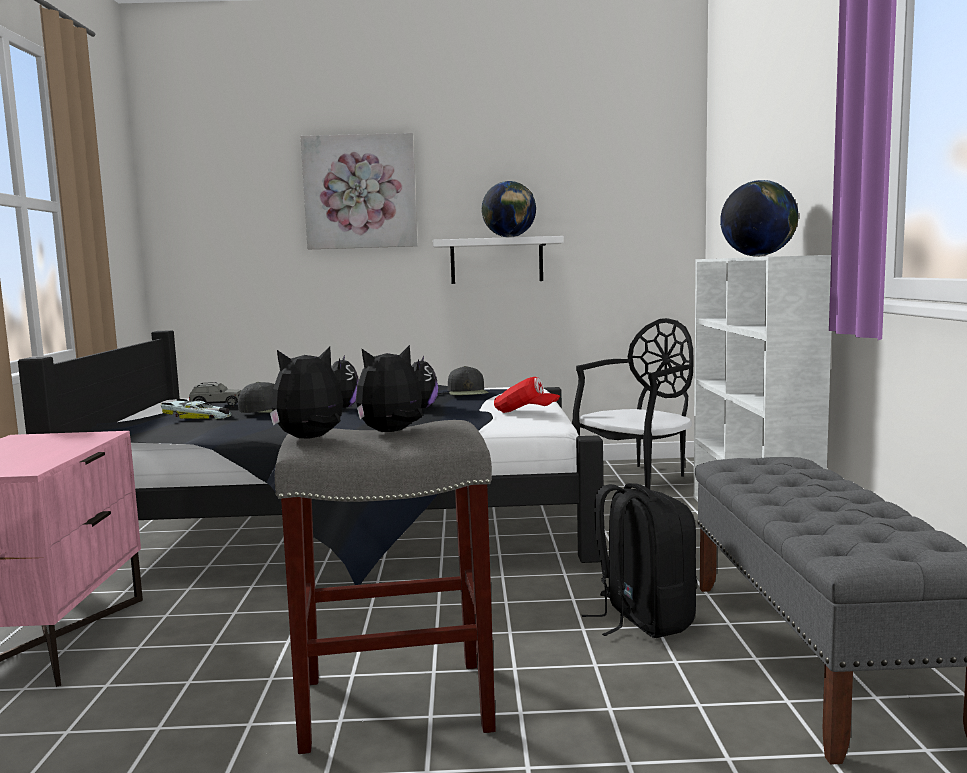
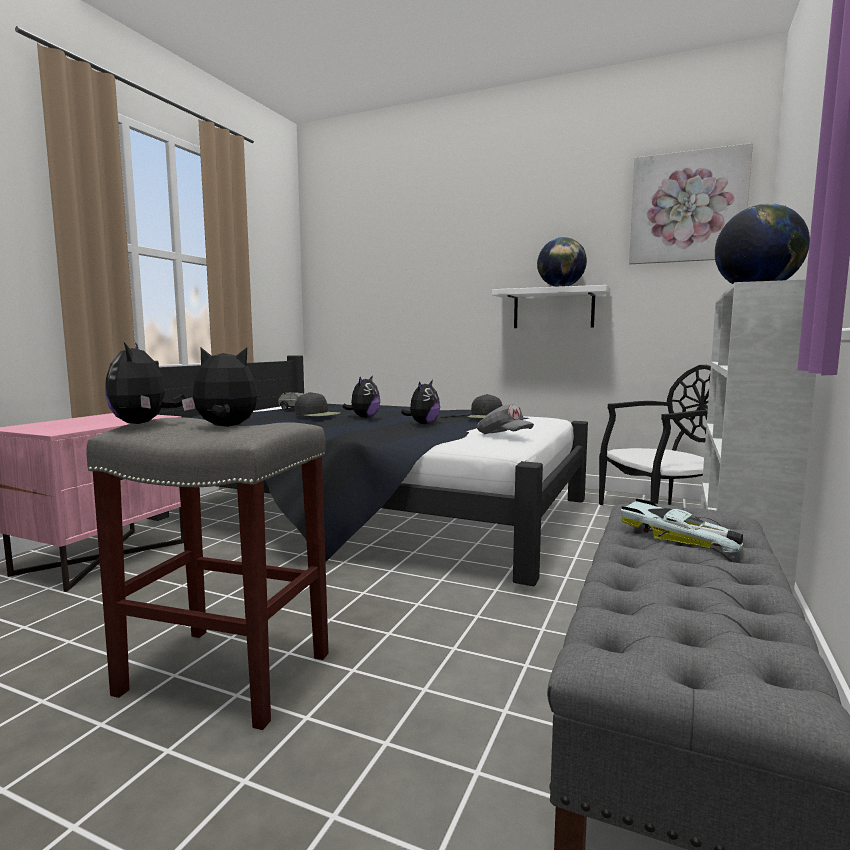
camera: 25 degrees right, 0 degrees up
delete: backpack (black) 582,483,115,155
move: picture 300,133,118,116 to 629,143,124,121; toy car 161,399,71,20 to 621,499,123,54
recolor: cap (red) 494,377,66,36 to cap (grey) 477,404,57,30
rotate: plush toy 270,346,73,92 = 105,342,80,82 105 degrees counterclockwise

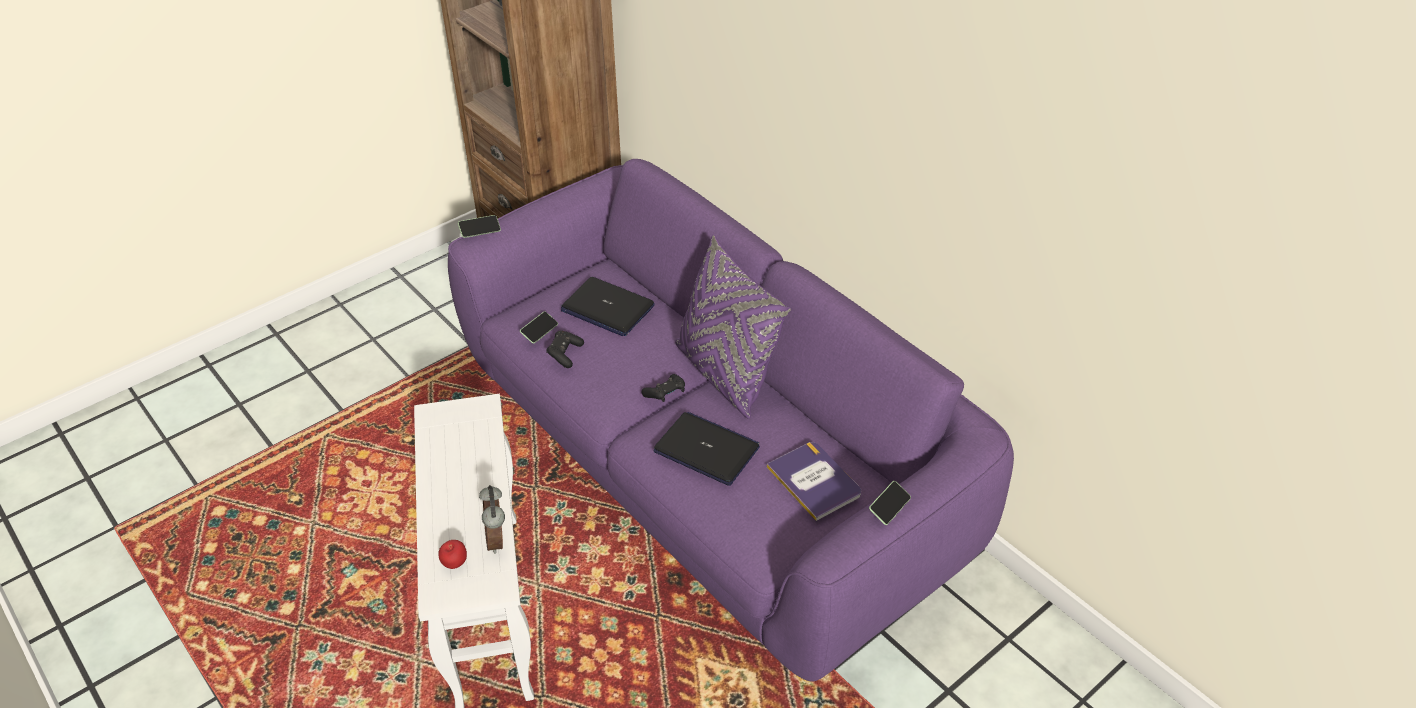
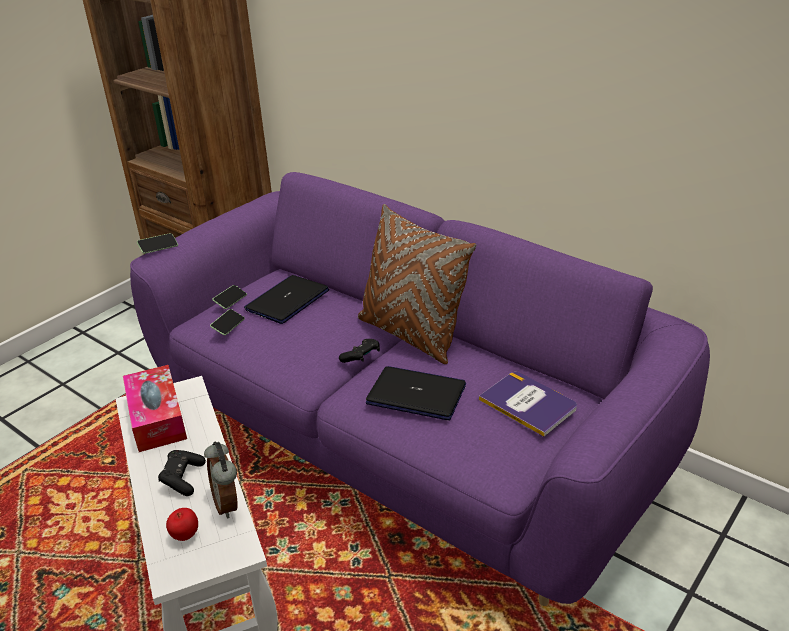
camera: 10 degrees left, 10 degrees down
insert: tissue box 123,365,64,87
move: game controller (black) 546,330,38,38 to 158,450,48,46; phone 869,481,42,44 to 212,285,35,24
recolor: pillow (purple) 675,235,116,183 to pillow (brown) 358,204,118,160
rotate: laptop 561,277,94,59 = 244,275,85,49 105 degrees clockwise

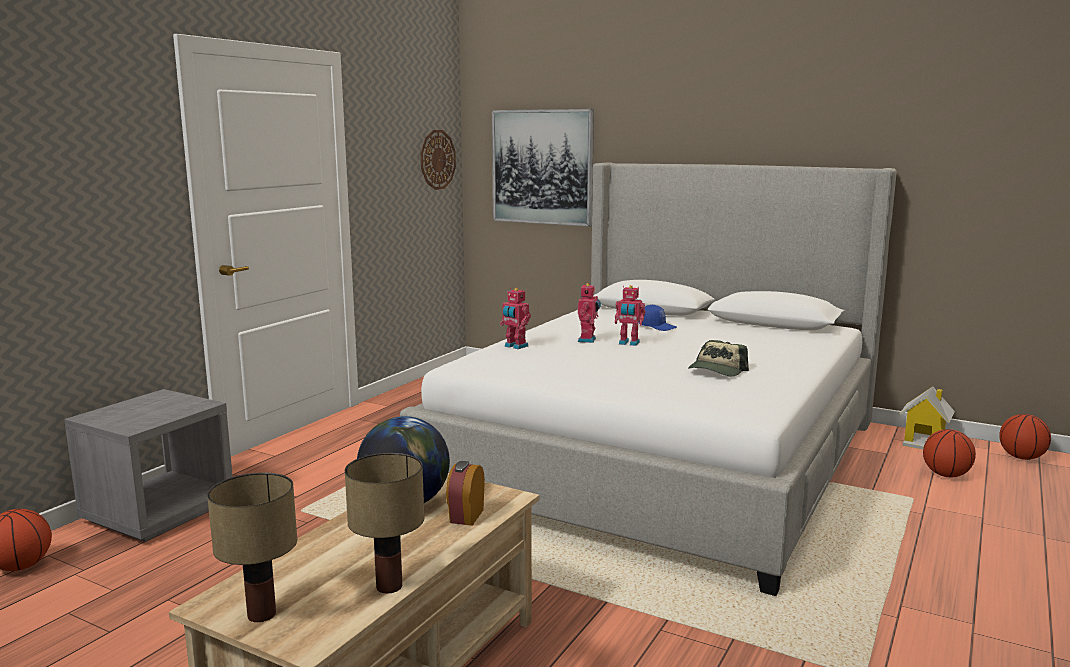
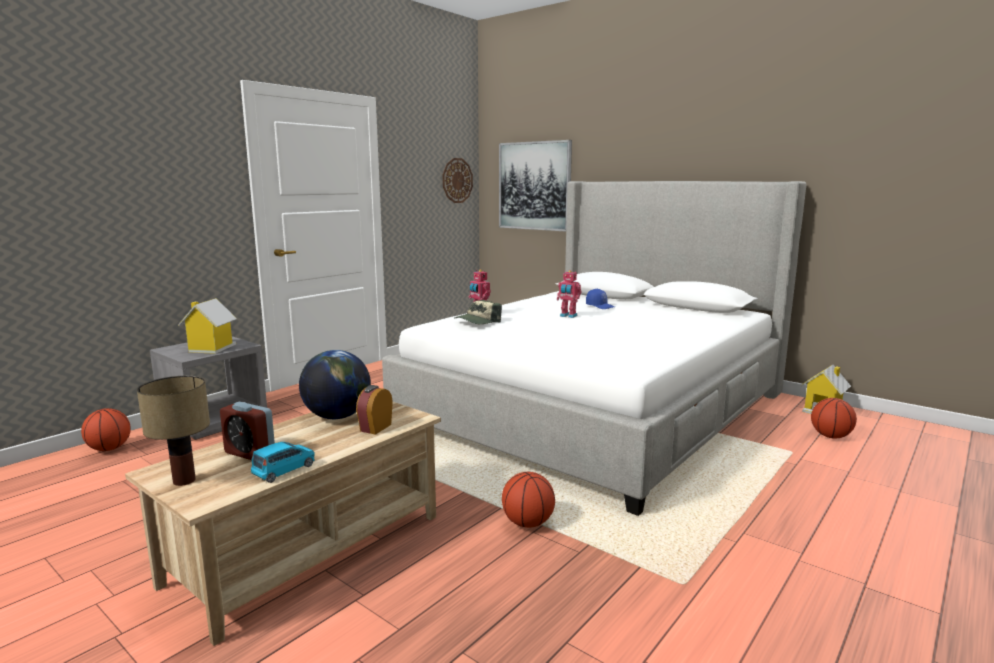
camera: 10 degrees right, 0 degrees up
delete: toy robot 578,283,23,60
insert: toy house 178,298,59,56; alarm clock 220,402,55,58
move: cap 688,340,61,36 to 455,300,47,24; basketball 999,414,52,46 to 502,472,53,56
replace: table lamp 345,453,79,140 to toy car (blue) 251,442,64,41

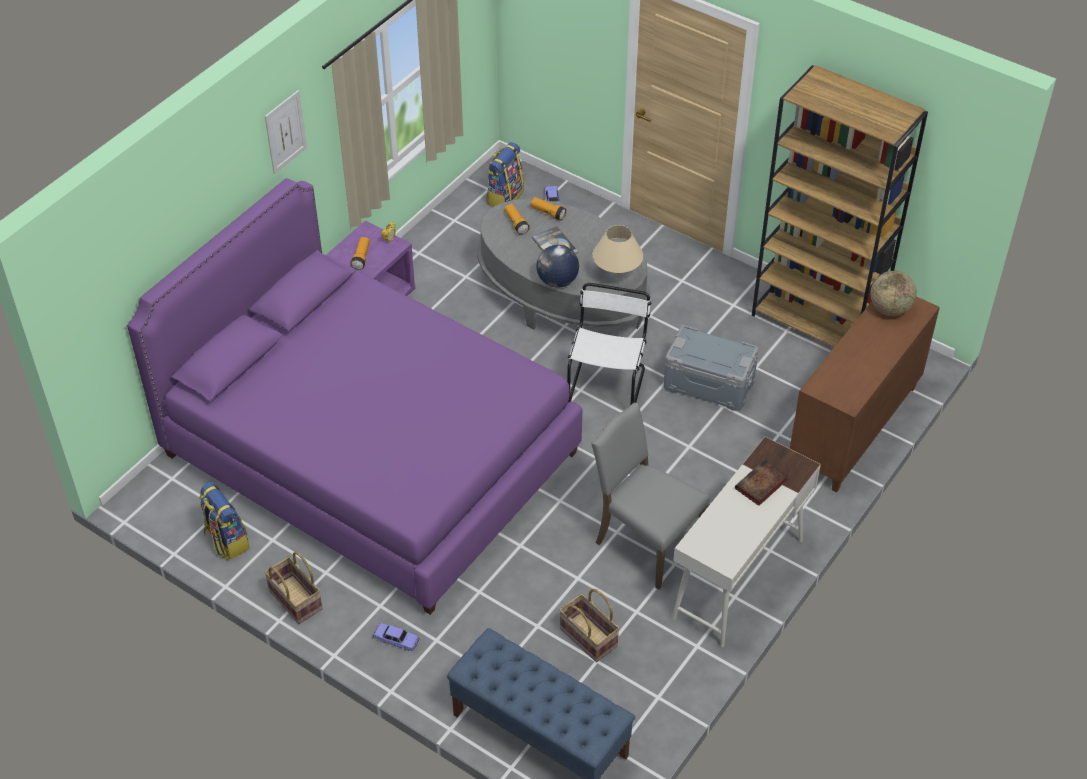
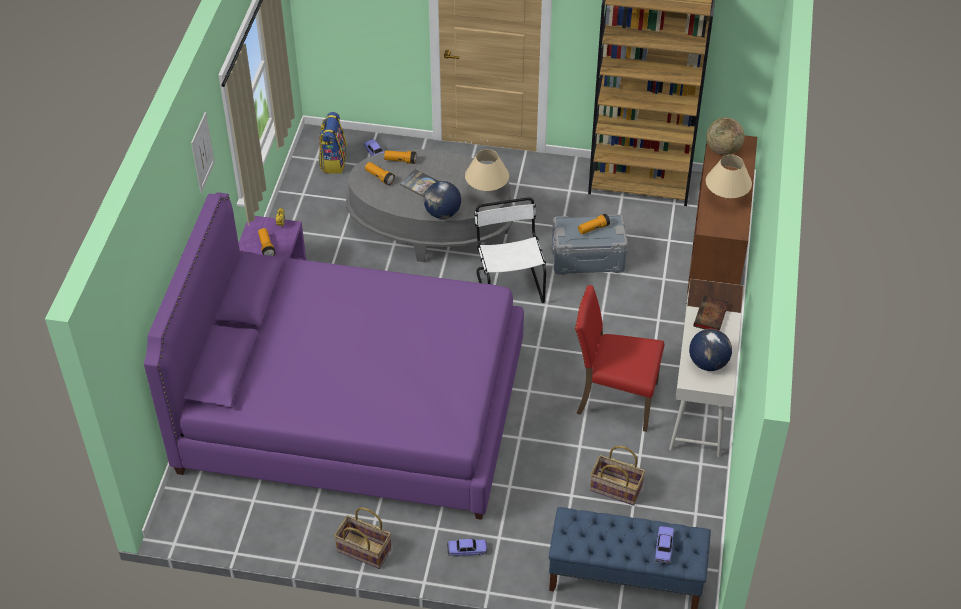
camera: 25 degrees left, 0 degrees up
delete: backpack 199,482,51,78
insert: table lamp (beige) 706,155,46,46; flashlight 578,214,32,20; globe 689,329,43,42; toy car 654,526,20,38
recolor: chair (grey) 591,403,119,187 to chair (red) 575,285,89,147

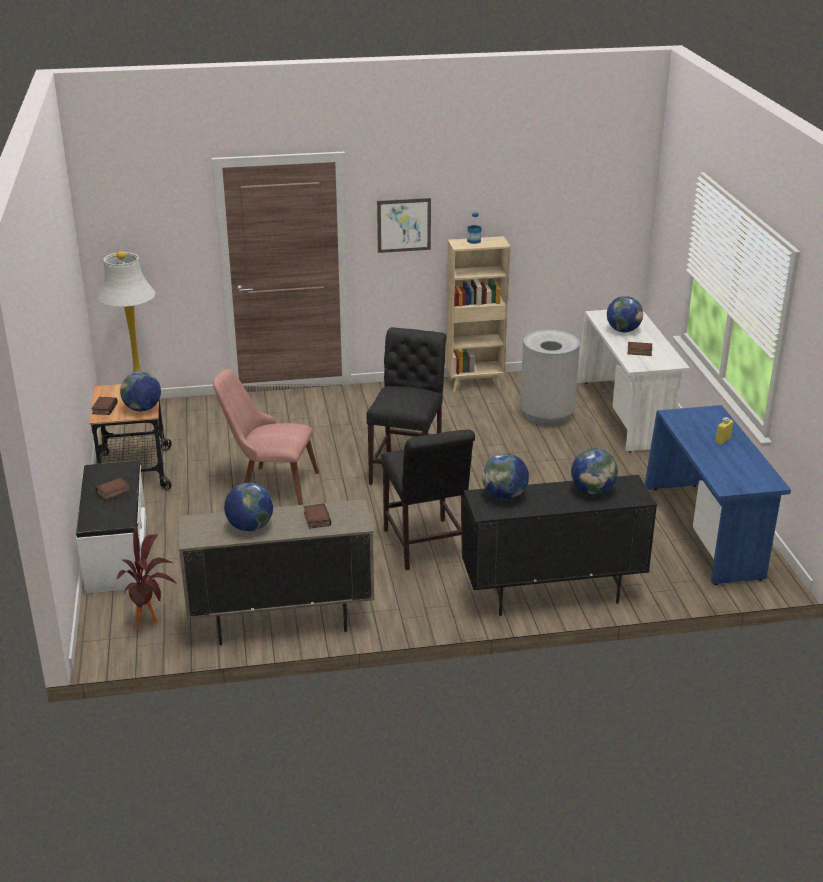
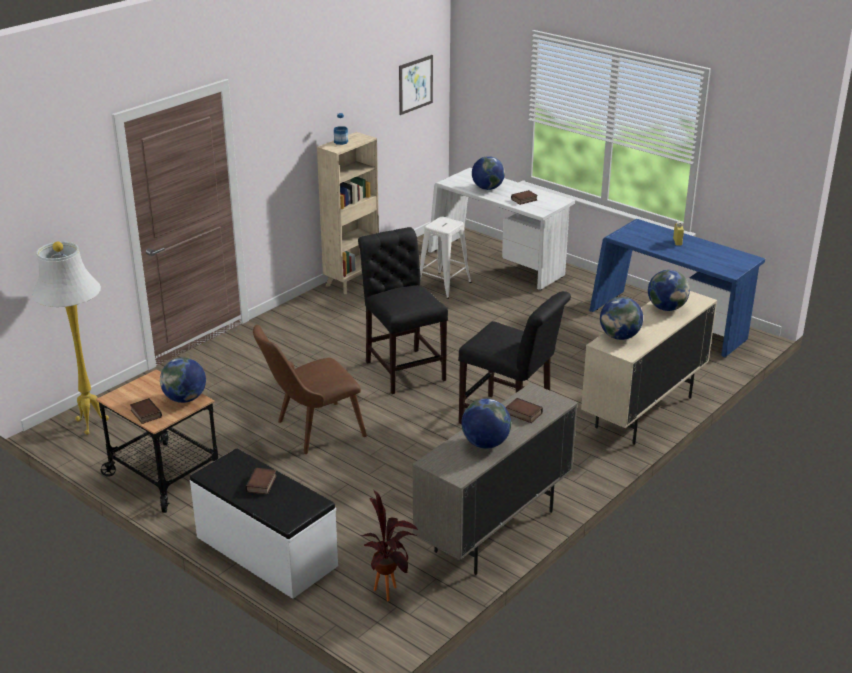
camera: 40 degrees left, 0 degrees up
move: picture 377,198,54,55 to 399,55,34,60
replace: trash can (grey) 520,330,60,96 to stool (white) 420,217,51,82
recolor: chair (pink) 213,369,106,136 to chair (brown) 253,325,114,129; cabinet (black) 462,475,195,141 to cabinet (beige) 581,291,136,154

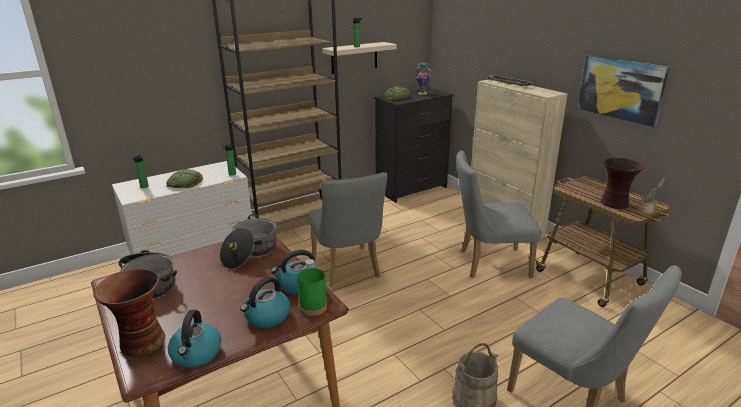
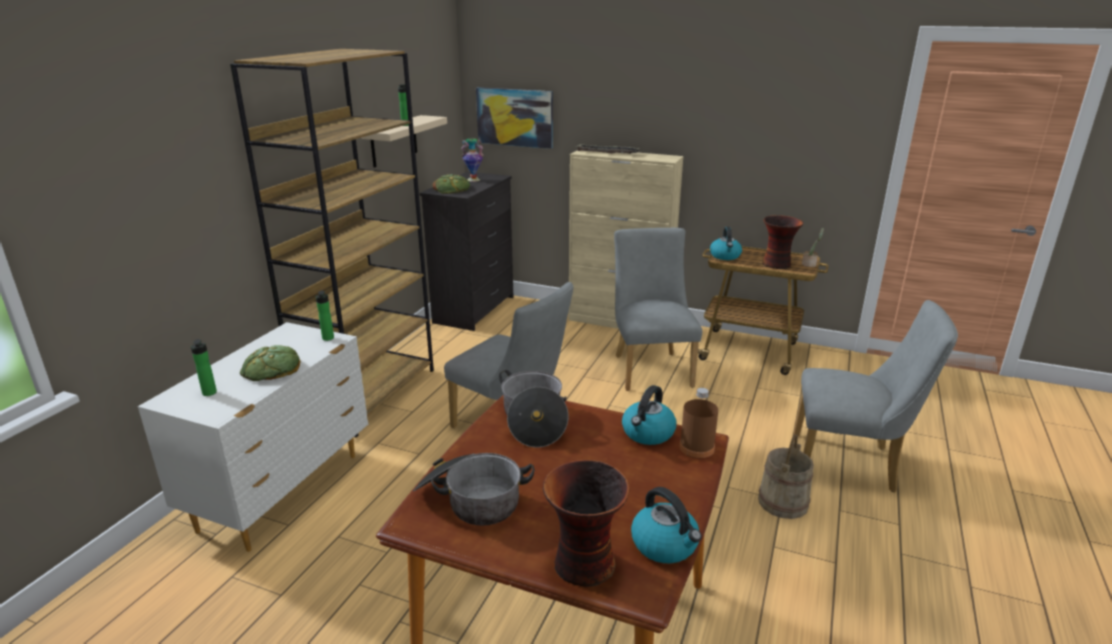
camera: 35 degrees left, 0 degrees up
move: picture 577,55,93,72 to 476,87,77,62; kettle 240,277,50,51 to 710,227,32,33
recolor: bottle (green) 297,259,30,57 to bottle (brown) 680,388,38,70
rotate: chair (grey) 456,150,85,128 = 614,228,88,163 120 degrees clockwise

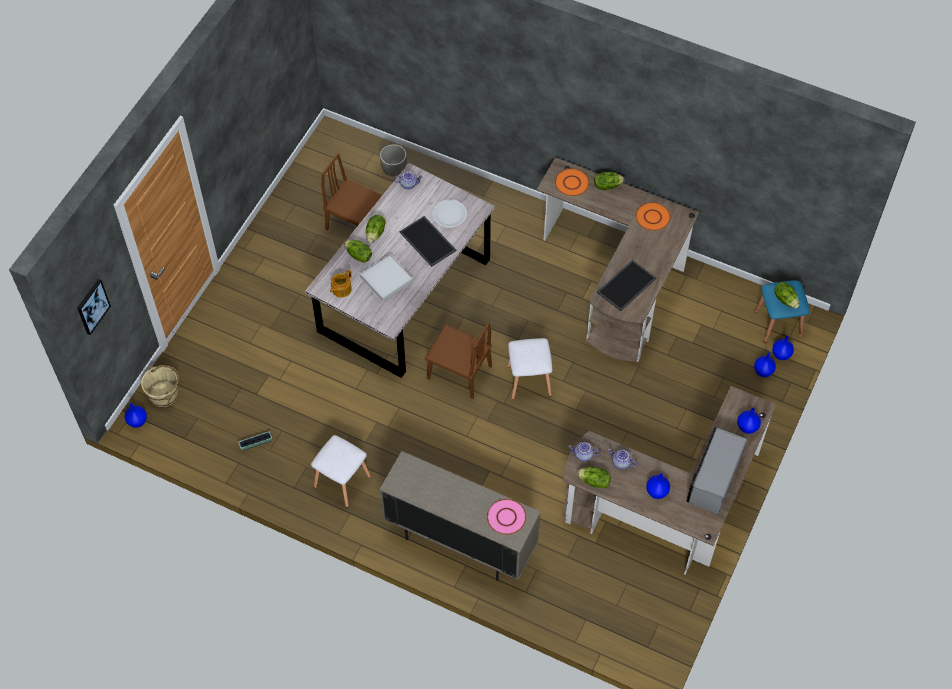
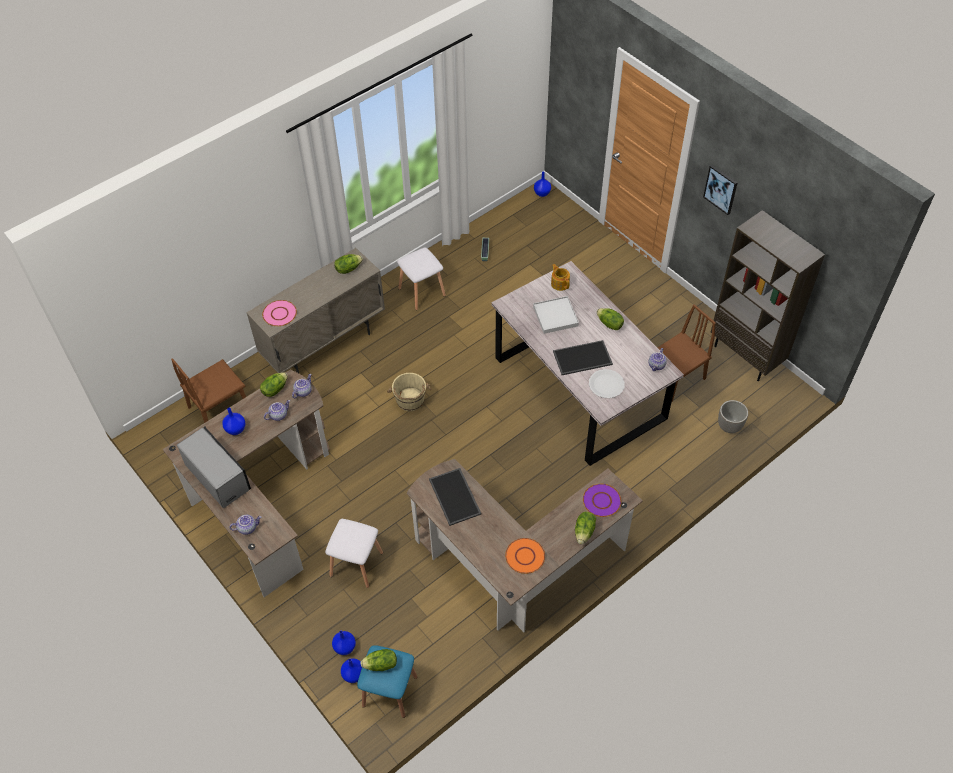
camera: 115 degrees right, 5 degrees down
insert: bookcase (brown) 711,210,114,171
move: lettuce 344,240,28,23 to 334,254,29,20; picture 77,279,34,56 to 703,165,35,50; chair (brown) 425,322,67,77 to 171,358,75,65; stool (white) 507,338,45,62 to 325,519,58,69; bucket (beige) 141,365,38,42 to 387,373,44,38
replace: vase (blue) 737,408,24,26 to teapot 229,515,32,20
recolor: plate (orange) 555,168,34,28 to plate (purple) 583,484,38,33

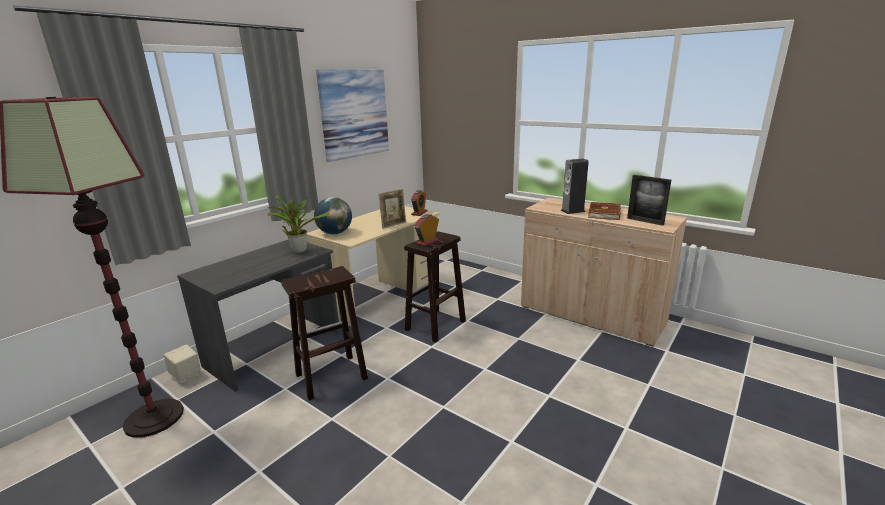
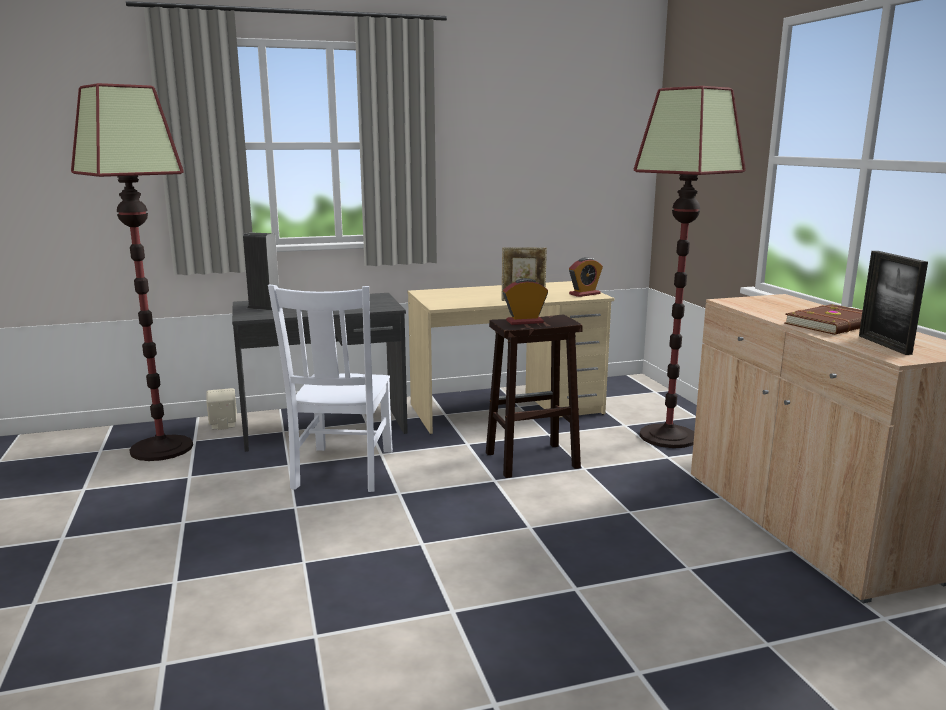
camera: 35 degrees right, 5 degrees down
delete: picture 316,69,73,93; potted plant 267,196,62,57; globe 314,197,38,37
insert: floor lamp 634,86,112,362
move: speaker 561,159,28,55 to 243,232,36,78
replace: stool (brown) 281,266,87,134 to chair (white) 268,285,125,207

